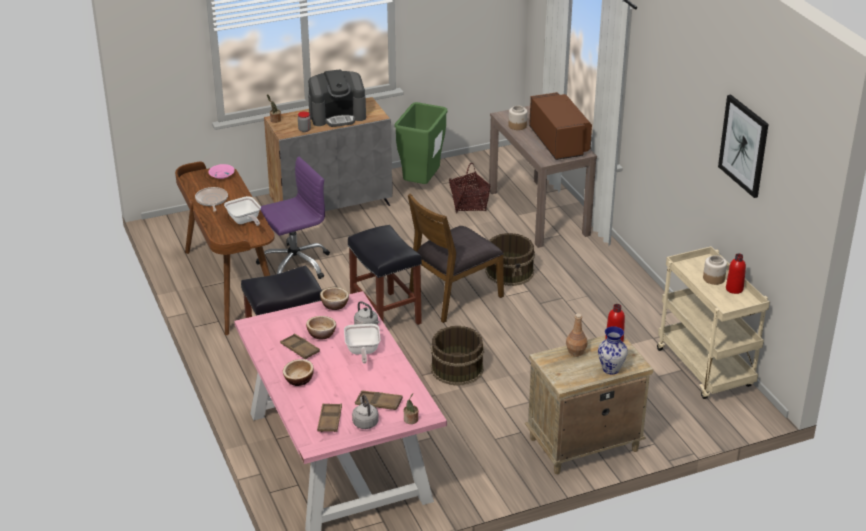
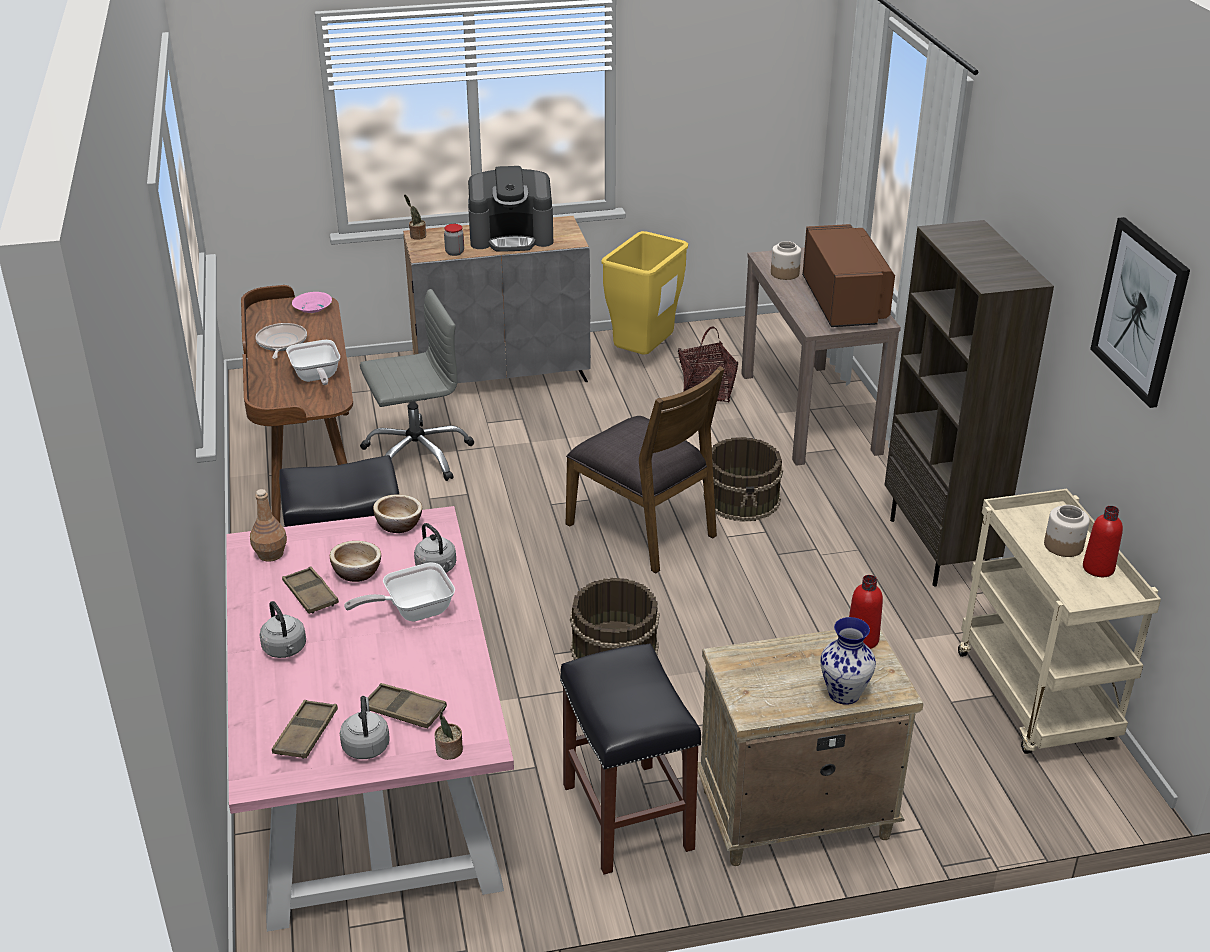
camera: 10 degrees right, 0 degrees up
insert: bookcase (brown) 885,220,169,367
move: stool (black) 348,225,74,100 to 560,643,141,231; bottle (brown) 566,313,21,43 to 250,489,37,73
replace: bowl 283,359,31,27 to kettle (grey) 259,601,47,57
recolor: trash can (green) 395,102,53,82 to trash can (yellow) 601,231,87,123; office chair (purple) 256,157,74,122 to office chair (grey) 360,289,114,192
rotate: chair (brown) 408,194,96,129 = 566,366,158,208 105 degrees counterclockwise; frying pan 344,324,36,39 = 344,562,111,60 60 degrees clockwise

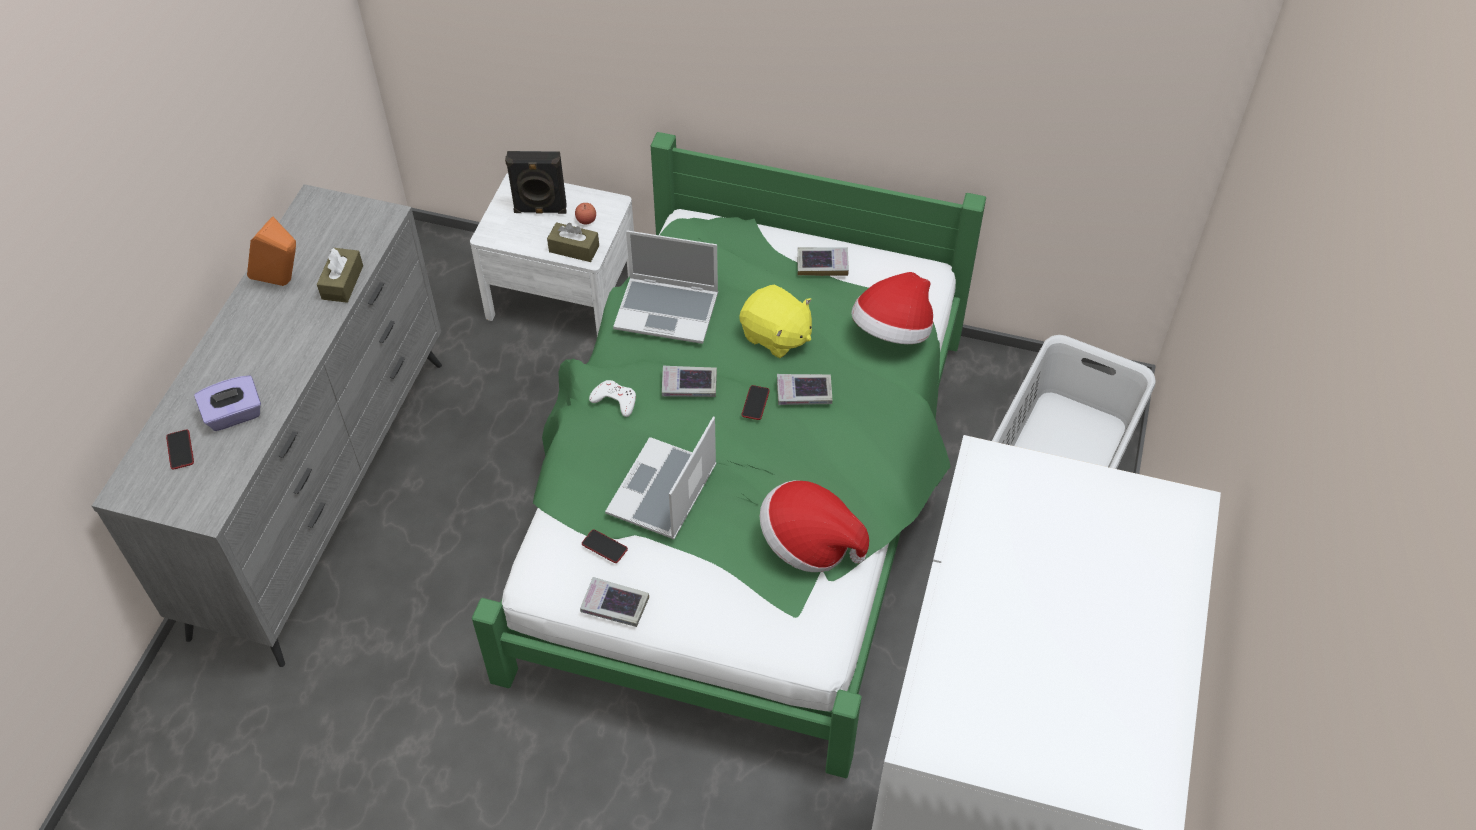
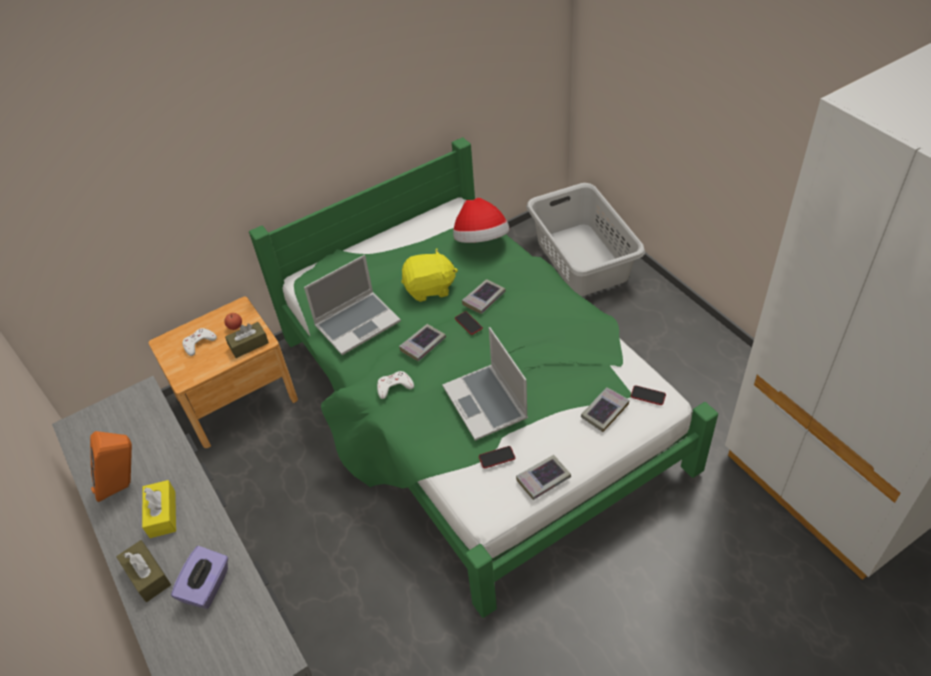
camera: 45 degrees left, 5 degrees down
delete: hat 760,481,109,91
insert: tissue box (yellow) 142,480,34,58
move: book 798,247,51,29 to 581,387,49,45; tissue box (brown) 317,248,46,55 to 116,540,55,62; phone 166,430,28,40 to 631,385,35,20
replace: speaker (black) 505,151,62,63 to game controller (white) 182,328,35,28
recolor: nightstand (white) 470,173,164,163 to nightstand (brown) 148,297,150,151

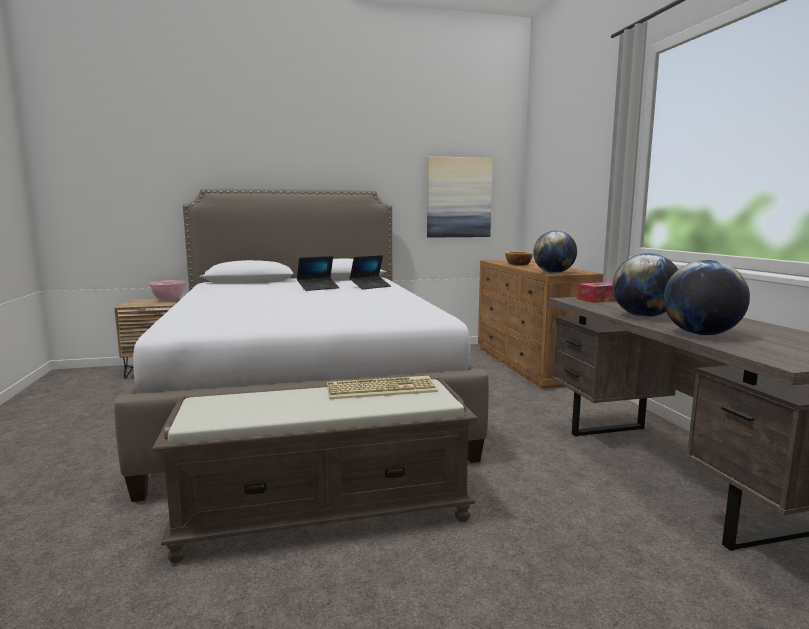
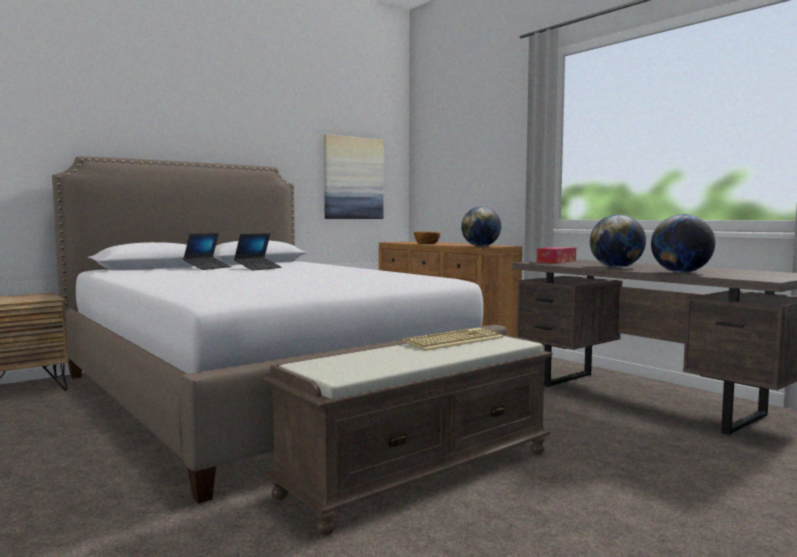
camera: 25 degrees left, 5 degrees down
delete: bowl (pink) 149,280,37,21
move: laptop 350,255,41,34 to 183,233,48,37

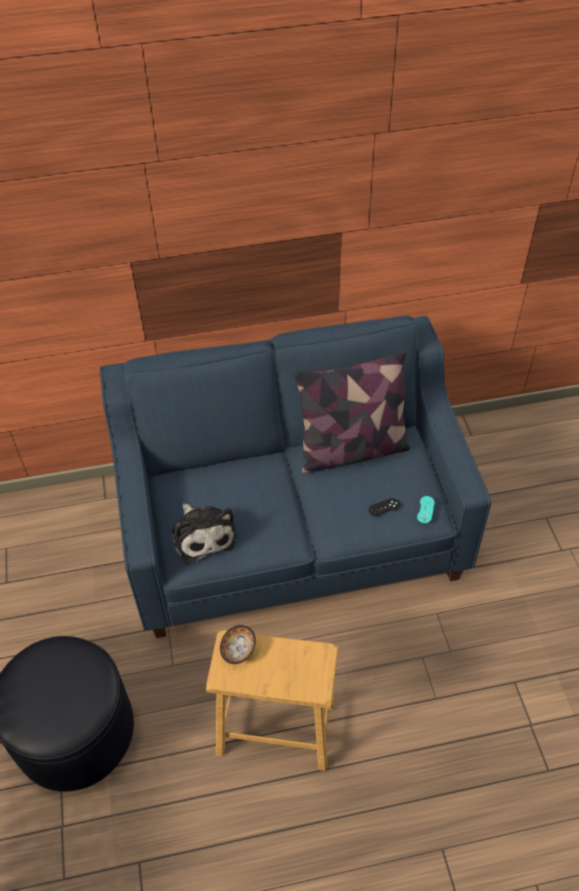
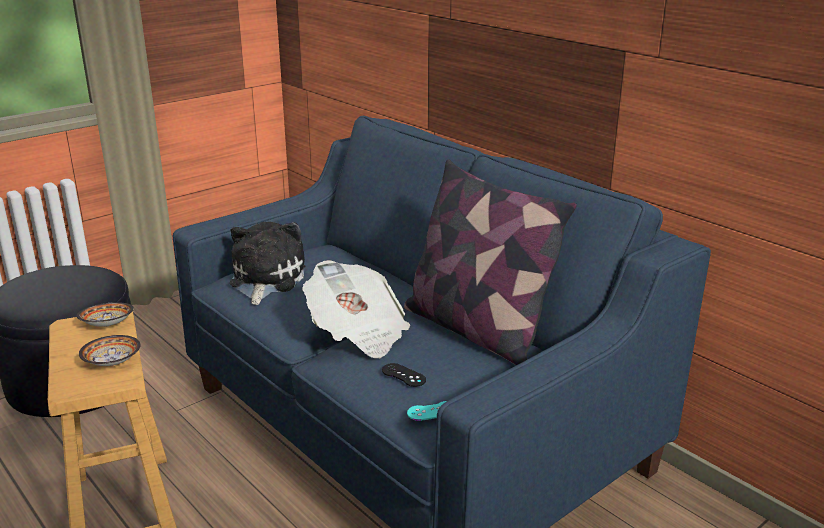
camera: 60 degrees right, 25 degrees down
insert: newspaper 302,260,108,98; bowl 79,335,62,31
rotate: plush toy 172,503,64,61 = 230,222,75,83 150 degrees clockwise

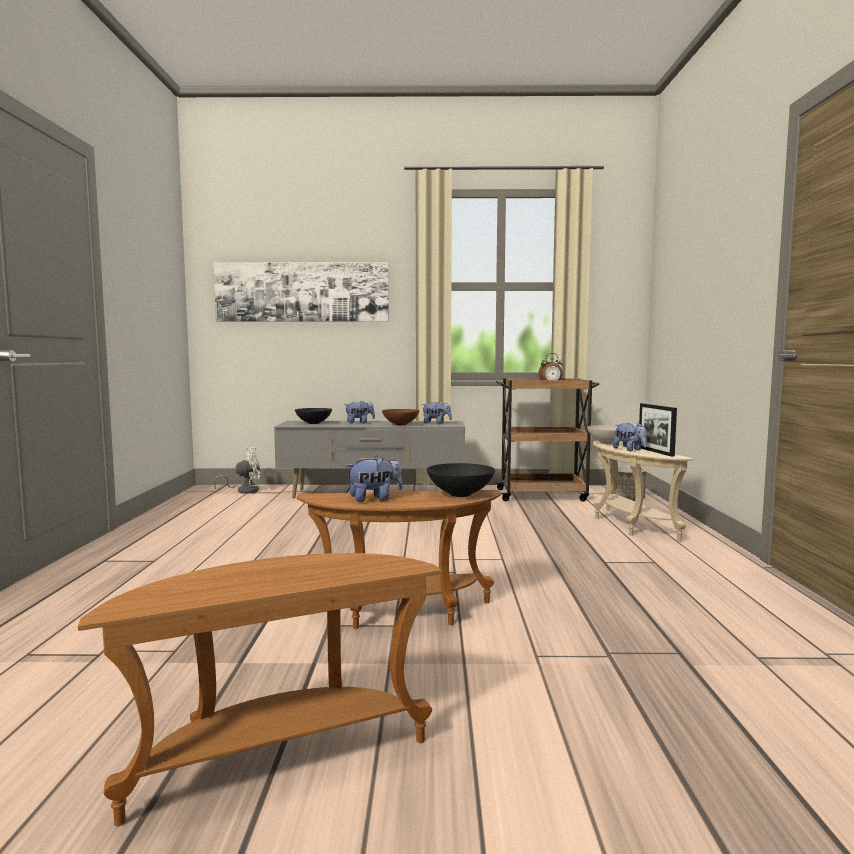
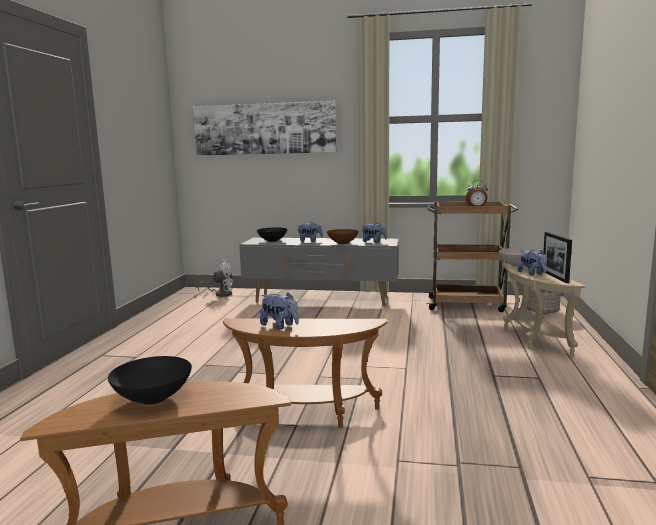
camera: 10 degrees right, 5 degrees up
move: bowl (black) 427,463,68,34 to 108,356,84,49
rotate: plush toy 345,455,58,47 = 260,292,39,37 45 degrees clockwise

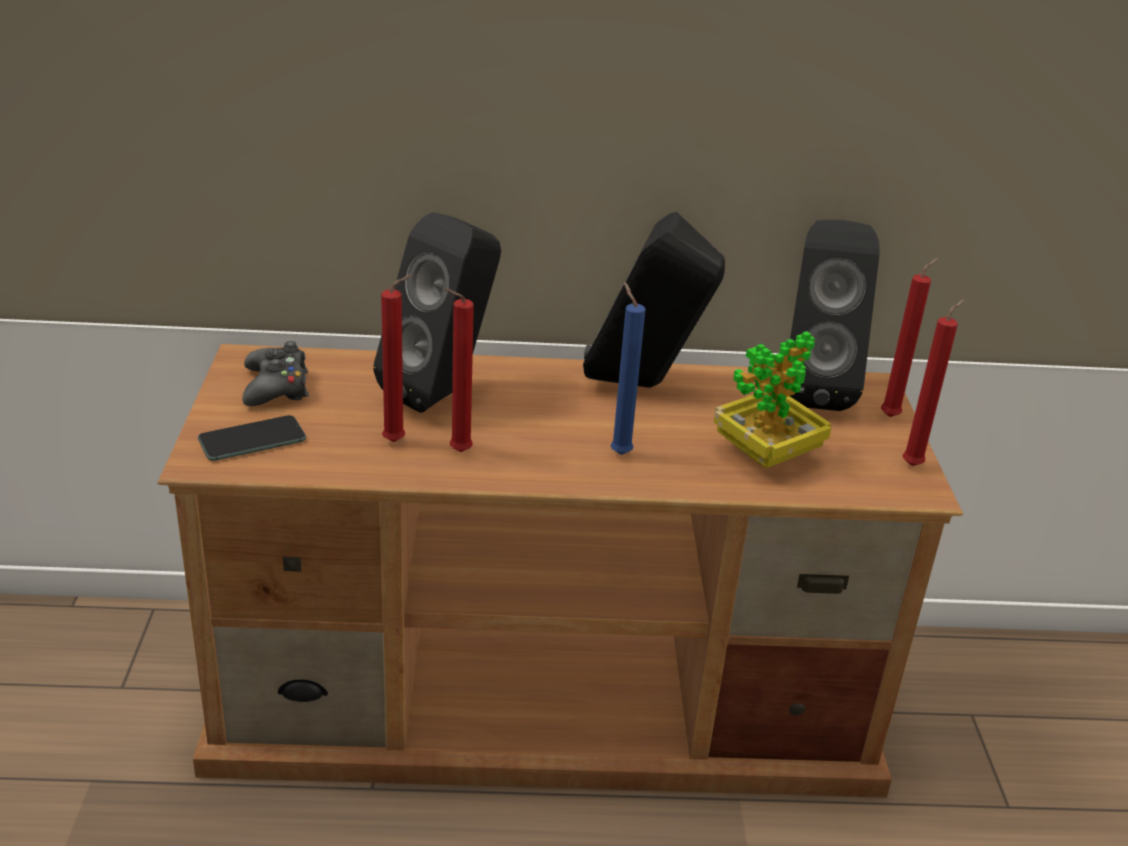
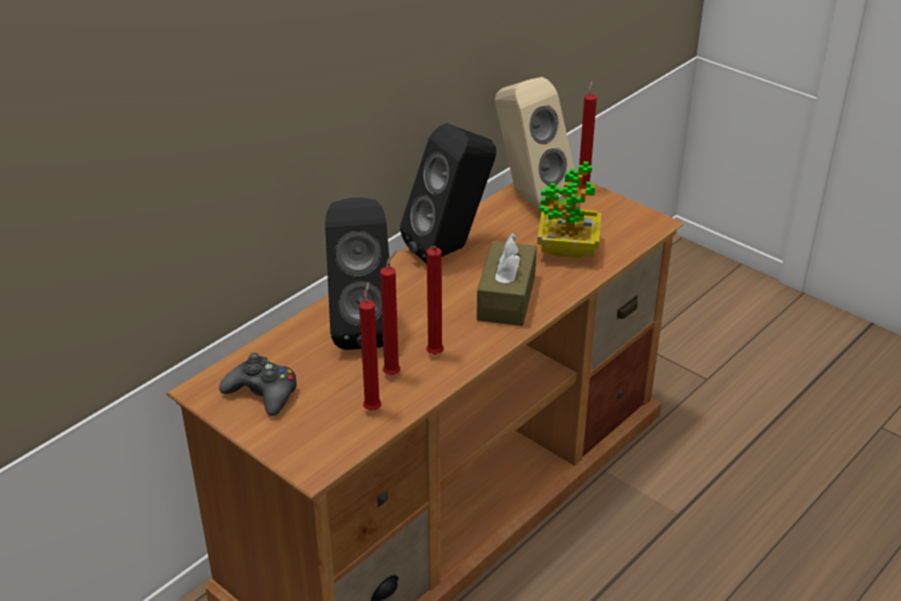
camera: 45 degrees left, 5 degrees up
delete: phone 198,415,108,46
move: candle (red) 903,299,62,167 to 359,282,22,129
replace: candle (blue) 611,282,35,173 to tissue box (brown) 477,233,60,93
recolor: speaker (black) 790,220,90,191 to speaker (beige) 495,77,80,133

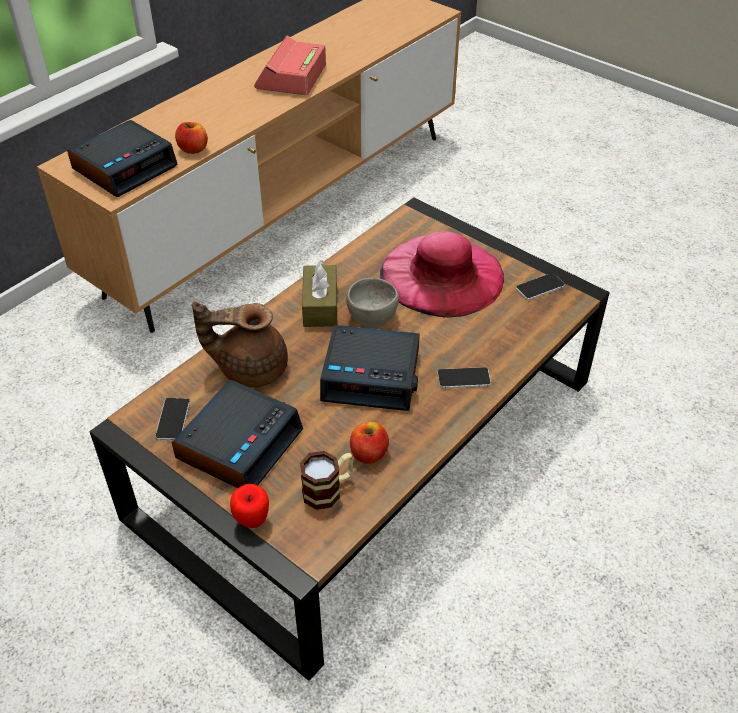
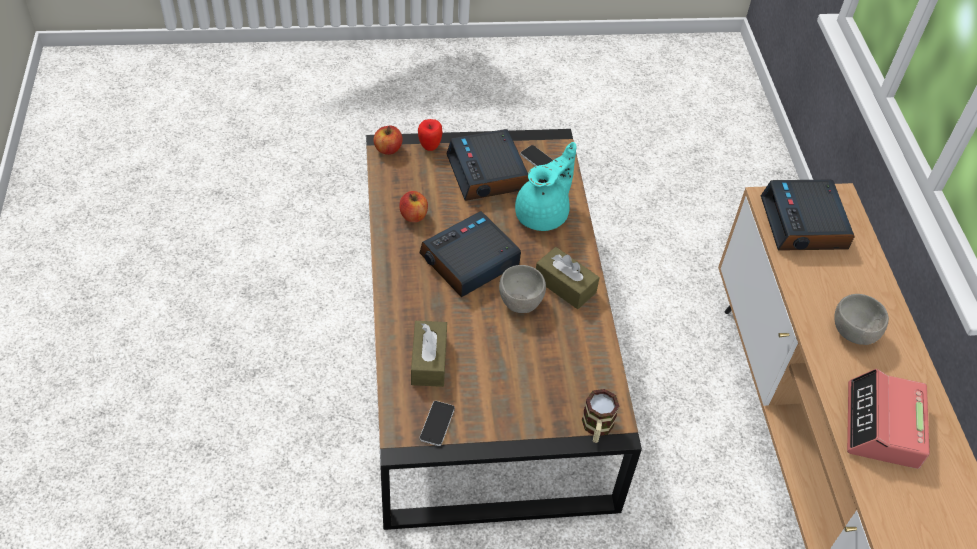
camera: 130 degrees right, 5 degrees up
delete: hat (pink) 380,231,124,87; phone 437,367,54,22
insert: bowl (grey) 834,294,55,51; tissue box (brown) 411,321,36,66
move: apple 175,122,33,32 to 373,125,30,30; mug 300,451,54,59 to 582,389,37,54
recolor: teapot (brown) 192,302,96,85 to teapot (turquoise) 515,142,61,89
rotate: alarm clock 254,36,72,59 = 847,369,83,100 135 degrees counterclockwise

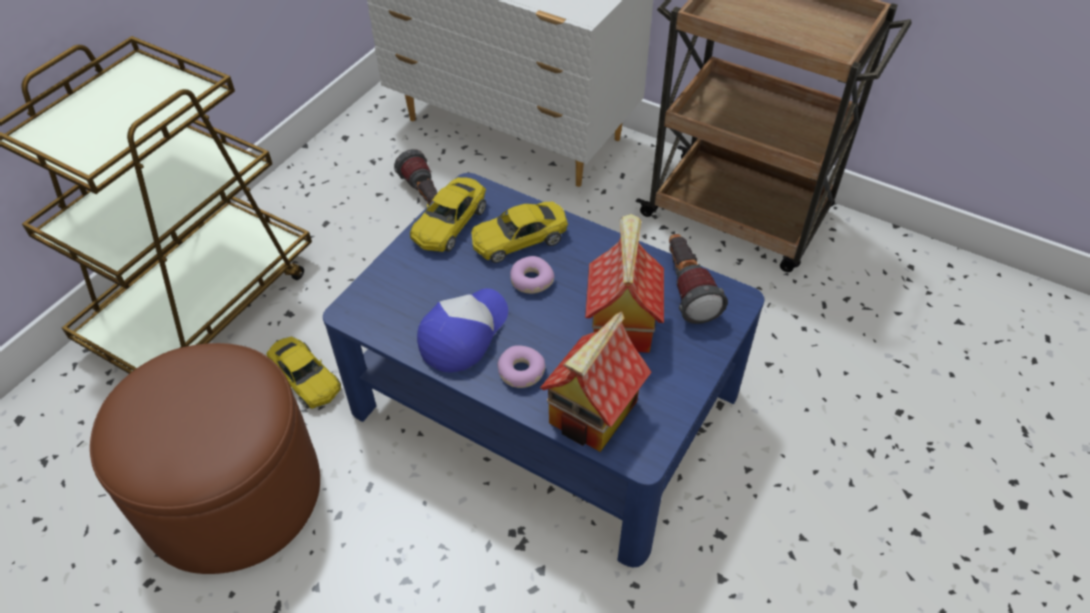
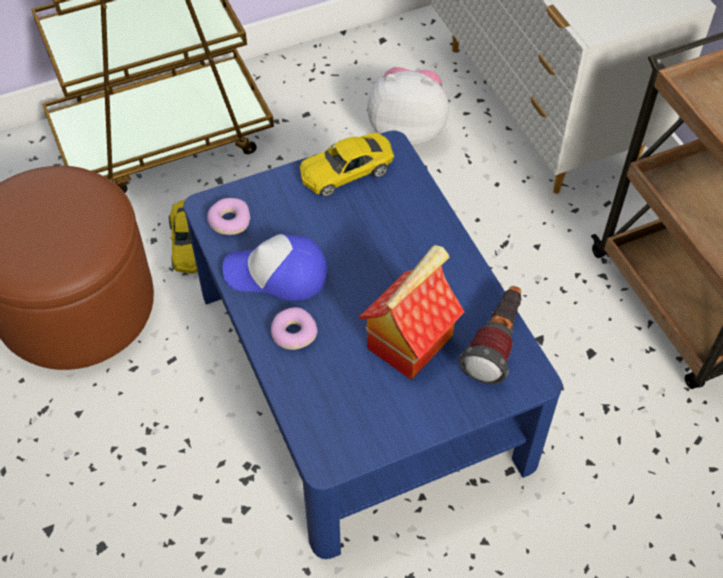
camera: 35 degrees right, 5 degrees up
delete: toy car (yellow) 471,202,97,61; toy house 540,311,112,141
move: donut 510,256,45,38 to 207,198,43,37
replace: flashlight 394,149,43,56 to plush toy 367,67,82,80
rotate: cap 417,288,91,84 = 223,234,104,67 150 degrees counterclockwise

